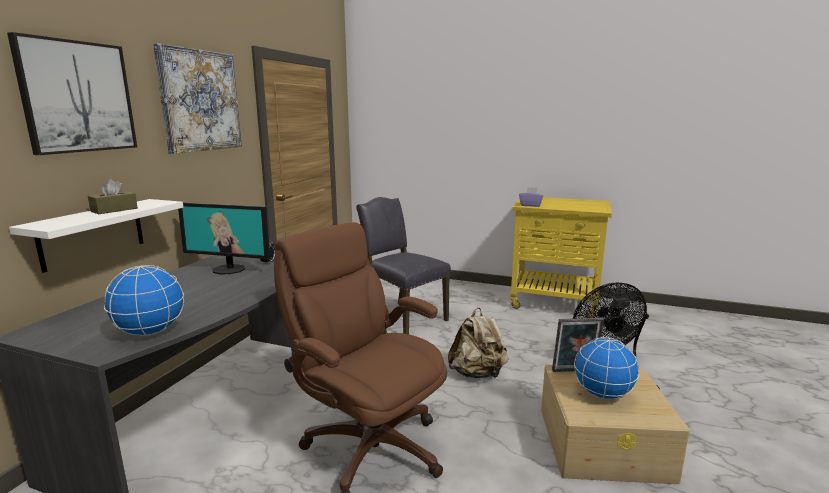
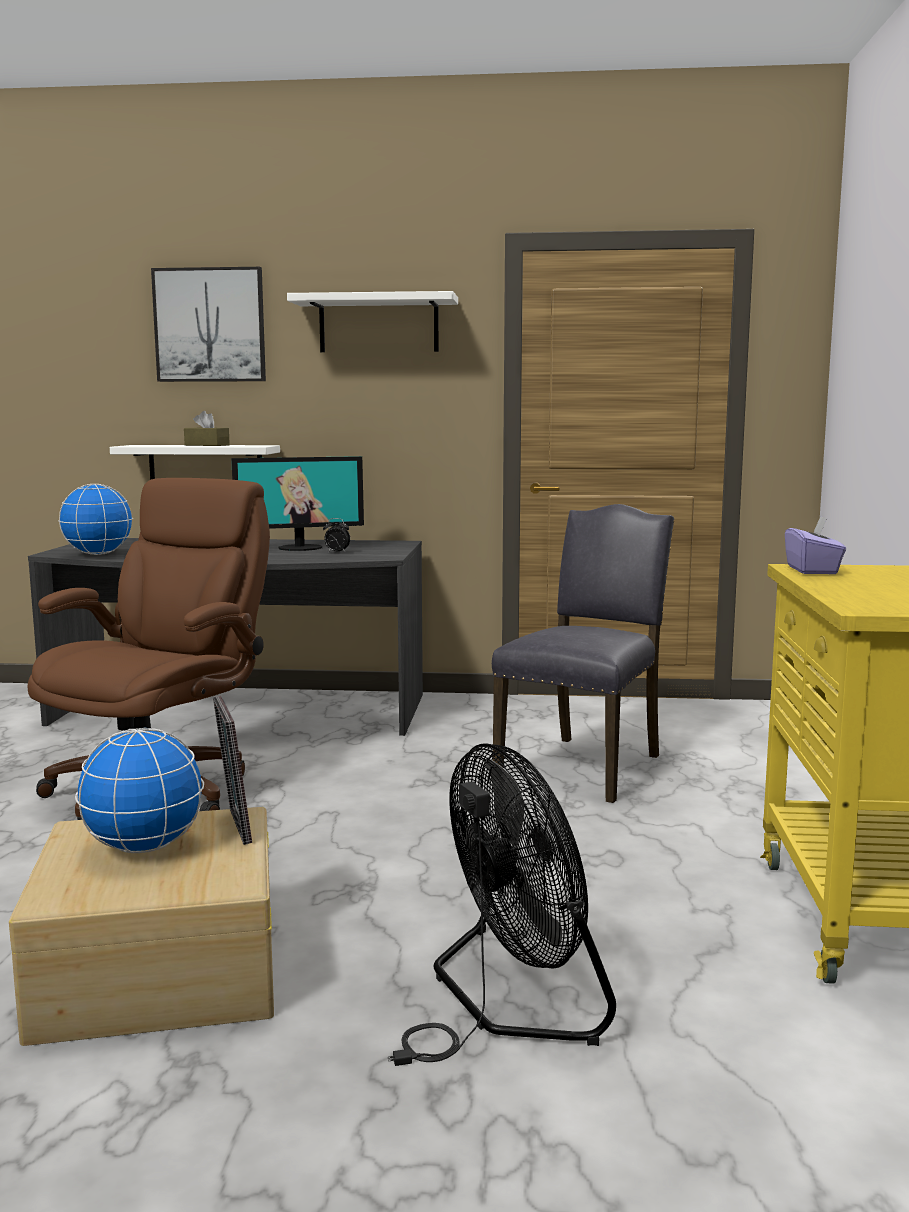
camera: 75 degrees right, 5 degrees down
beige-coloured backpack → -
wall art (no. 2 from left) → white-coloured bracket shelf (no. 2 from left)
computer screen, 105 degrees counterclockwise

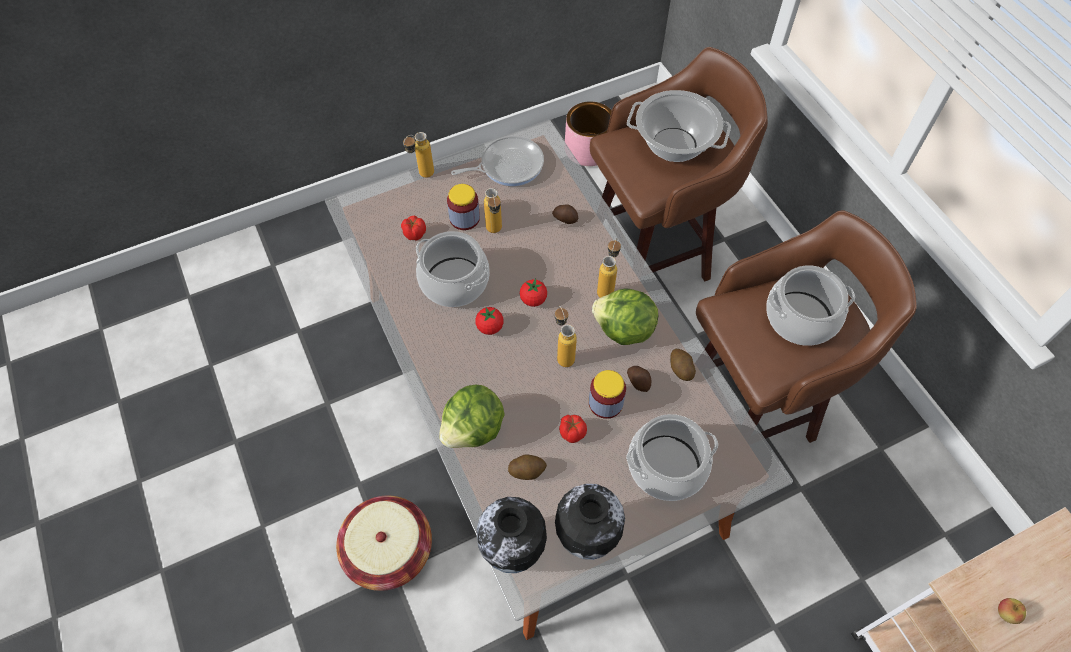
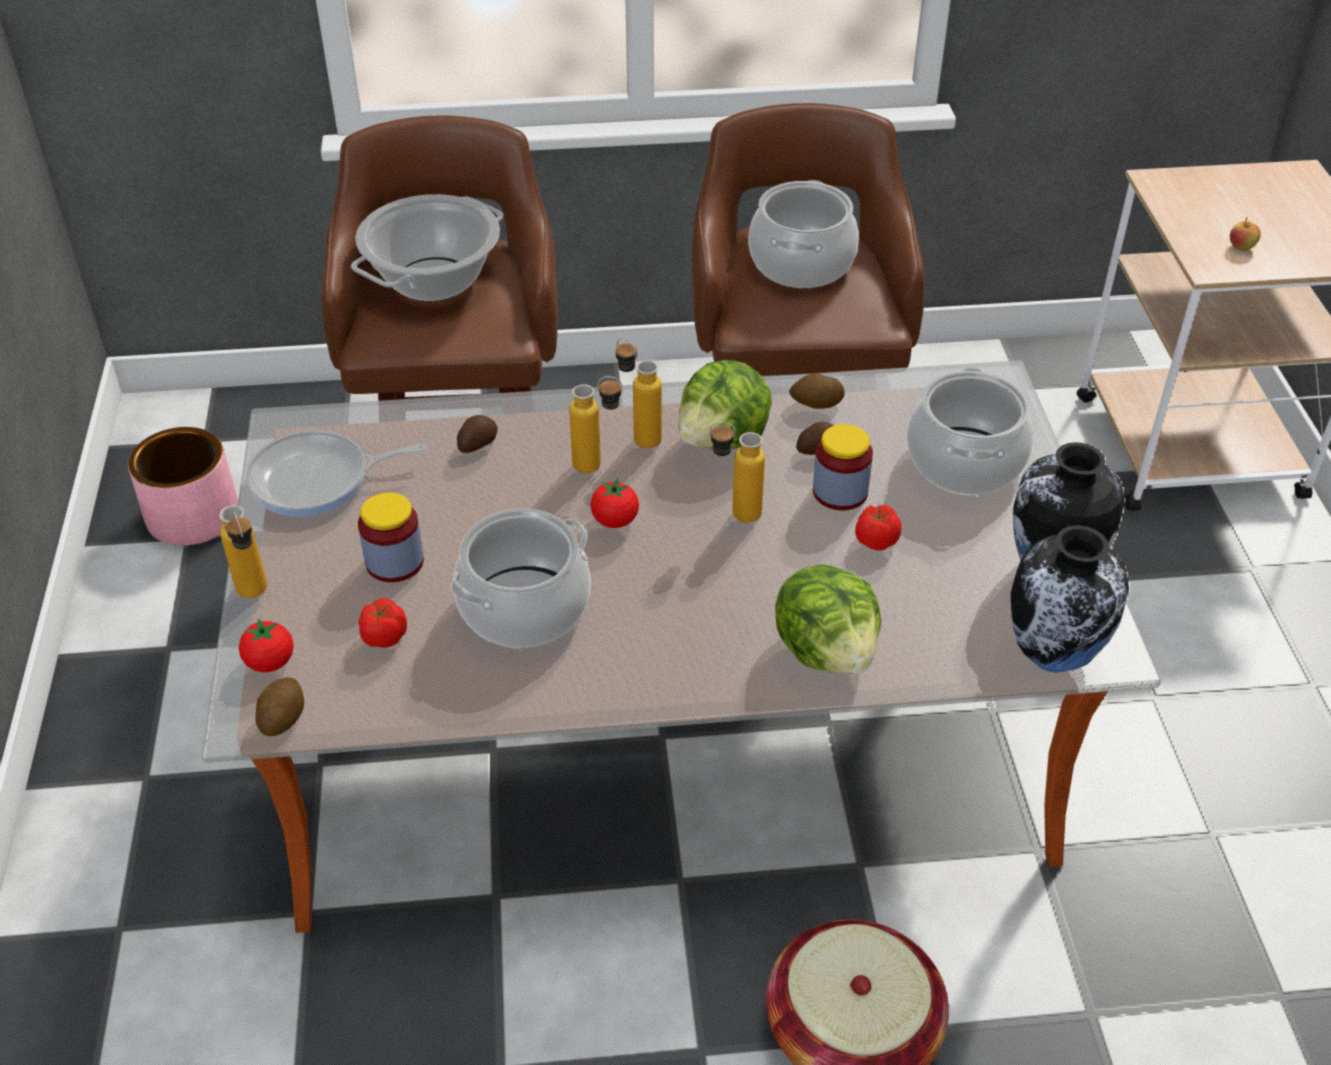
camera: 70 degrees left, 15 degrees down
fresh tomato (no. 2 from left in the first image) → fresh tomato (no. 1 from left), relocated
bottle (no. 2 from left), relocated
spud (no. 1 from left), relocated
pan, 105 degrees counterclockwise

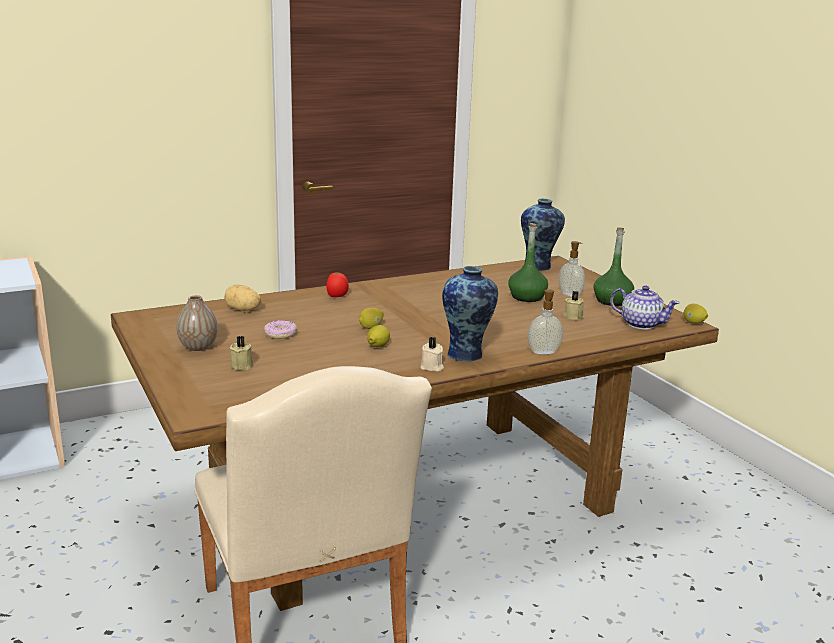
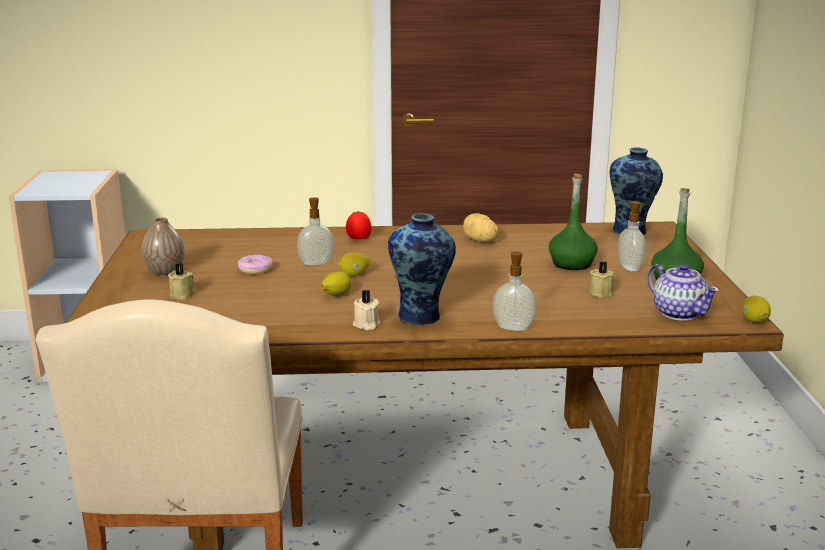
camera: 25 degrees right, 0 degrees up
- → liquid soap bottle (no. 1 from left)
spud, relocated

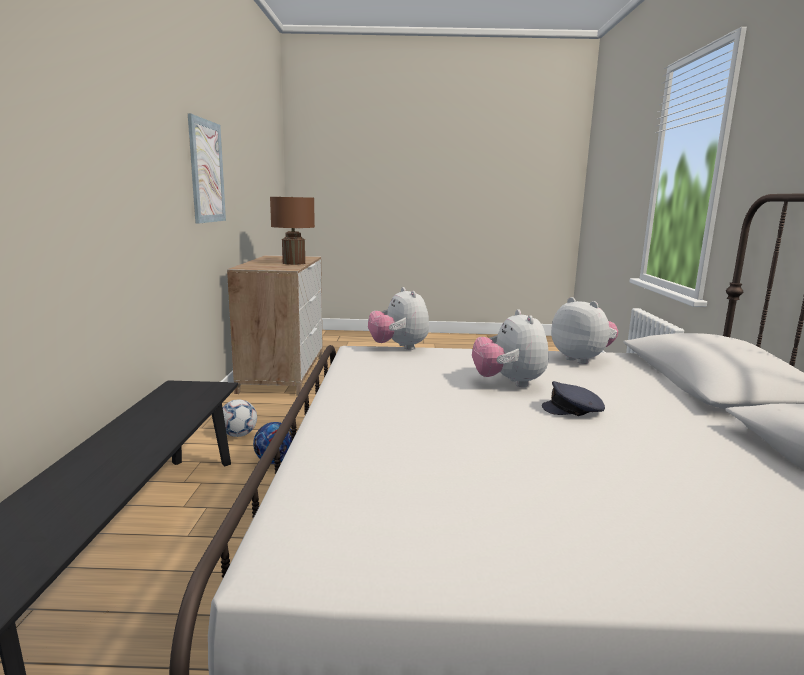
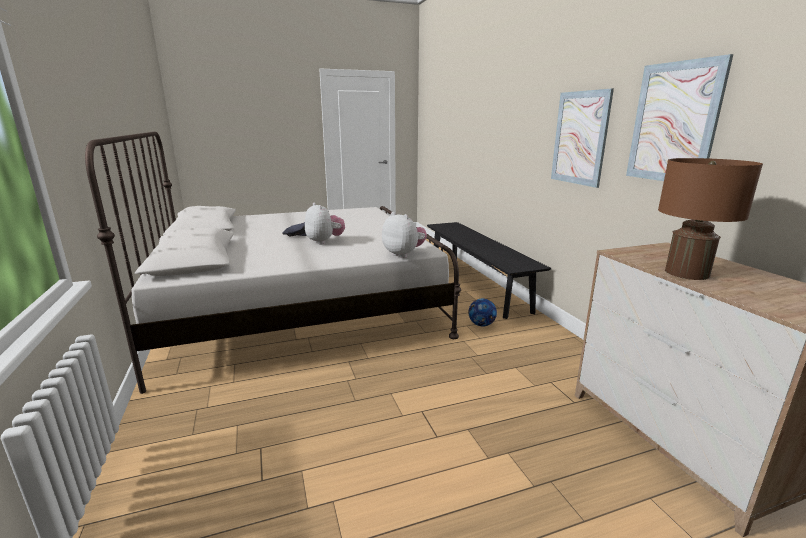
camera: 160 degrees right, 5 degrees up
football ball (no. 1 from left) → -
plush toy (no. 3 from left) → -
- → wall art (no. 1 from left)

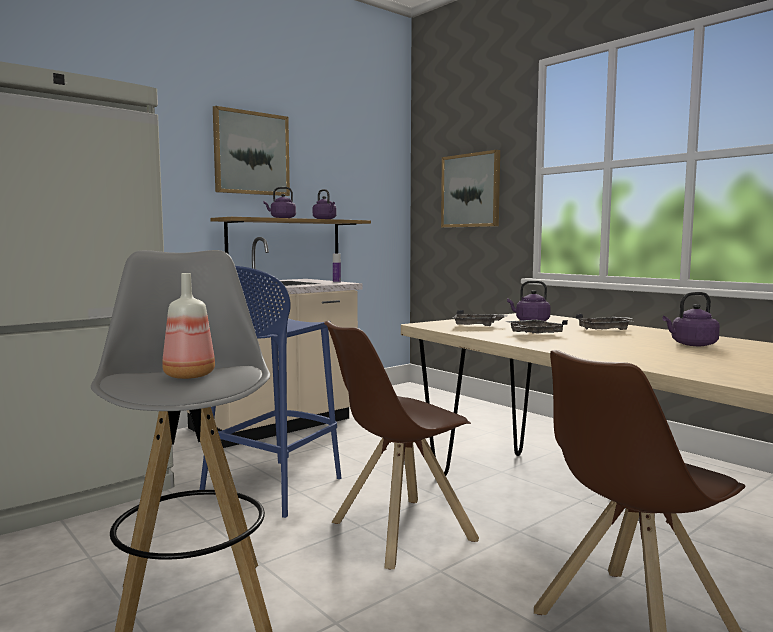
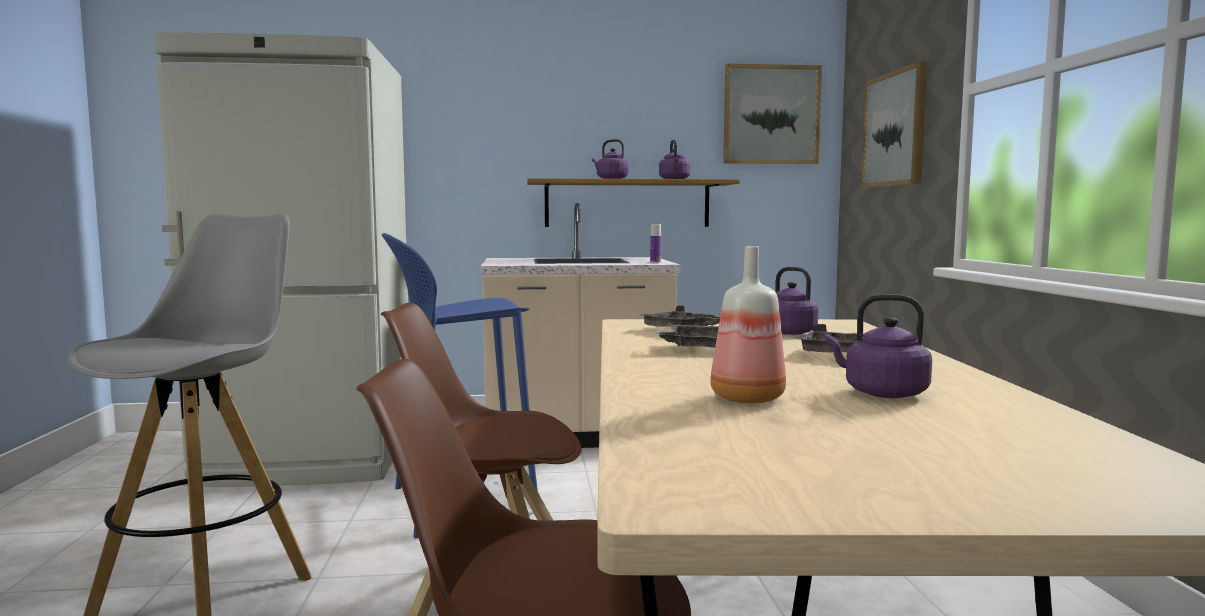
camera: 35 degrees right, 0 degrees up
bottle (no. 1 from left in the first image) → bottle (no. 2 from left), relocated
wall art (no. 1 from left), relocated

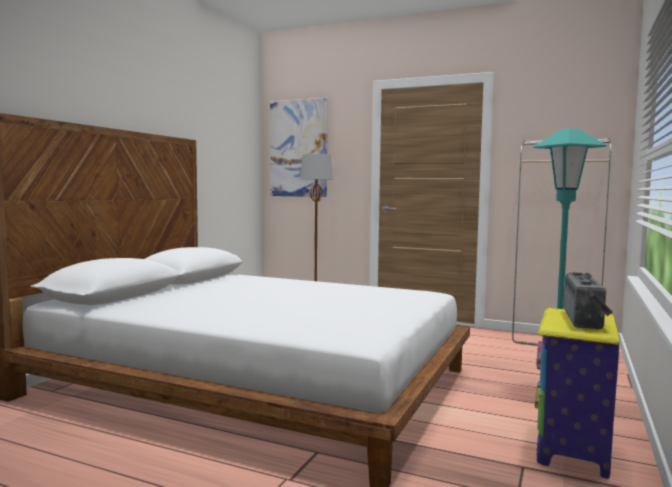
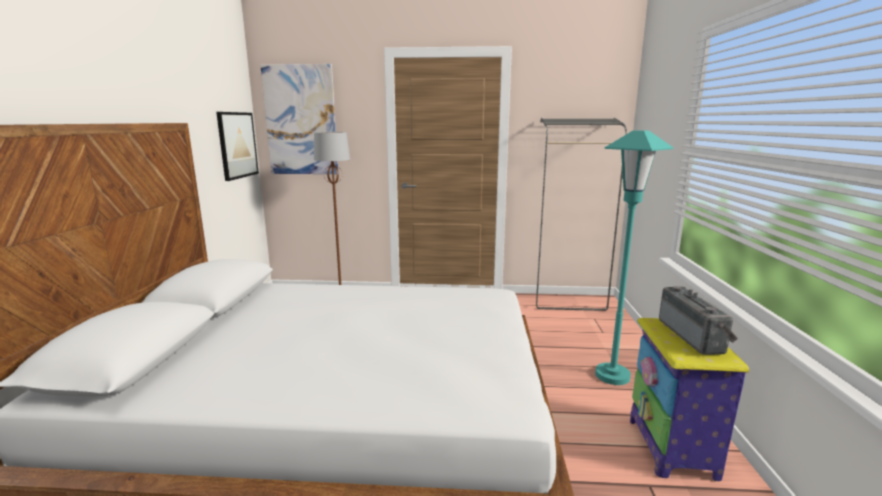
camera: 20 degrees left, 10 degrees up
- → wall art (no. 1 from left)

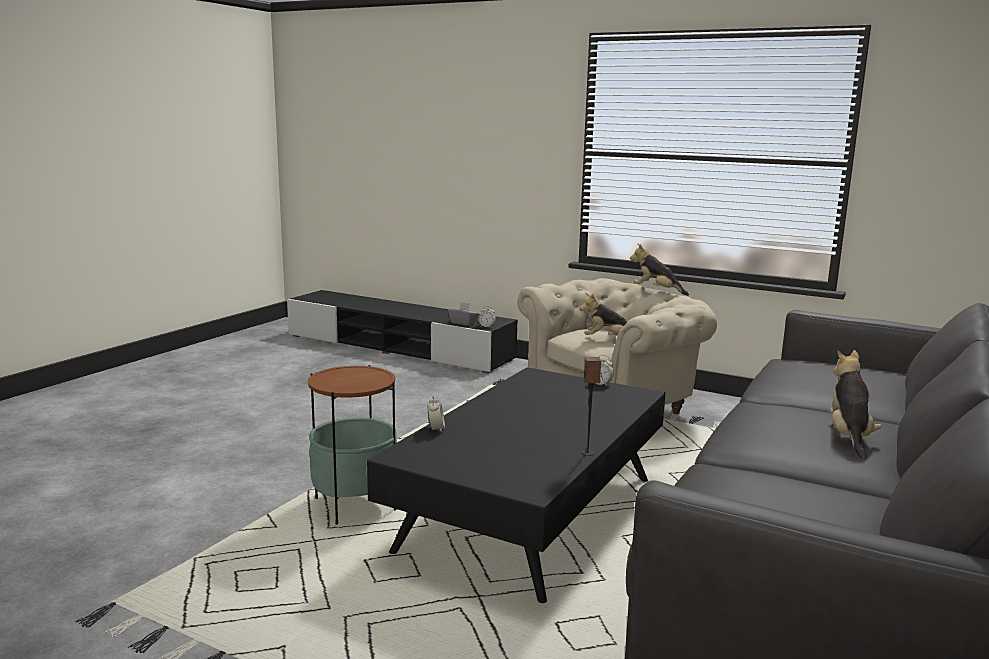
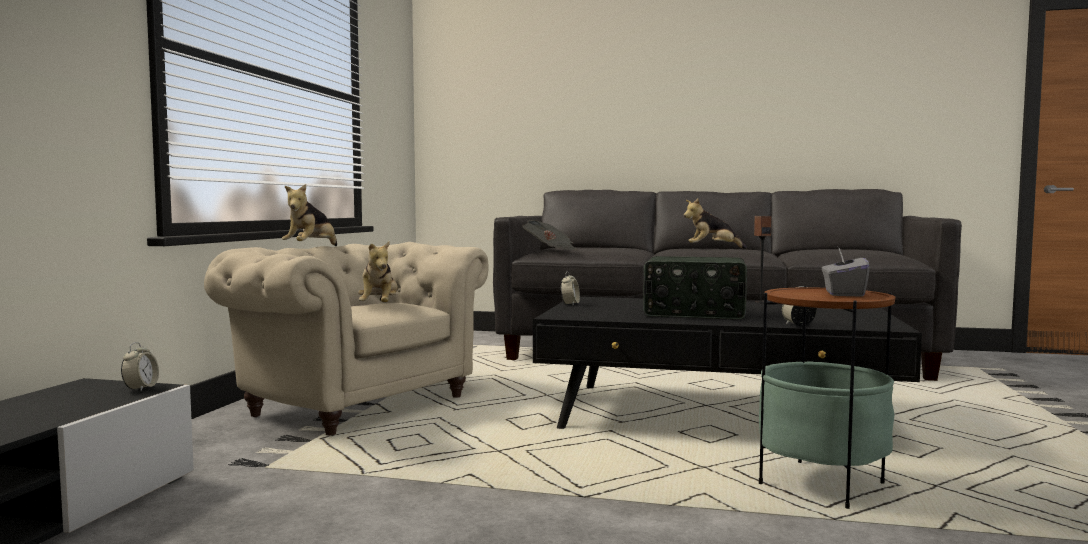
camera: 105 degrees left, 10 degrees down
- → newspaper
- → radio receiver
gray tissue holder, relocated

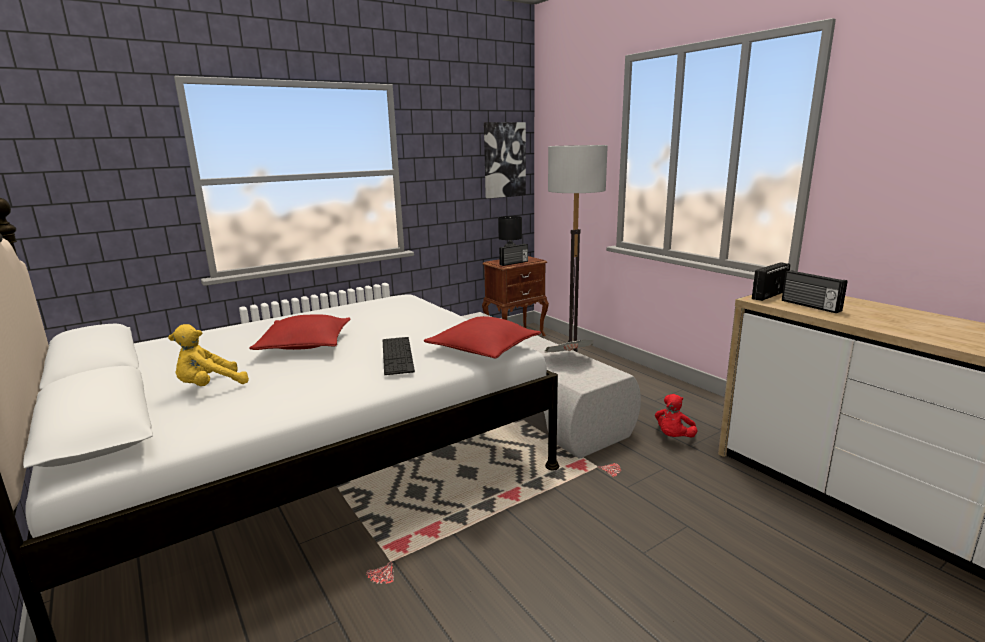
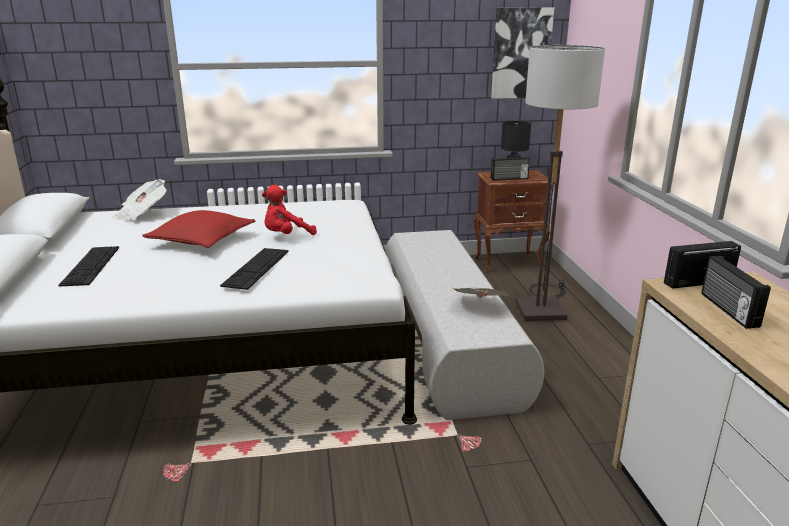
camera: 25 degrees right, 5 degrees up
red-coloured cushion (no. 2 from left) → -
- → newspaper (no. 1 from left)
red-coloured plush toy, relocated
yellow-coloured plush toy → keyboard (no. 1 from left)

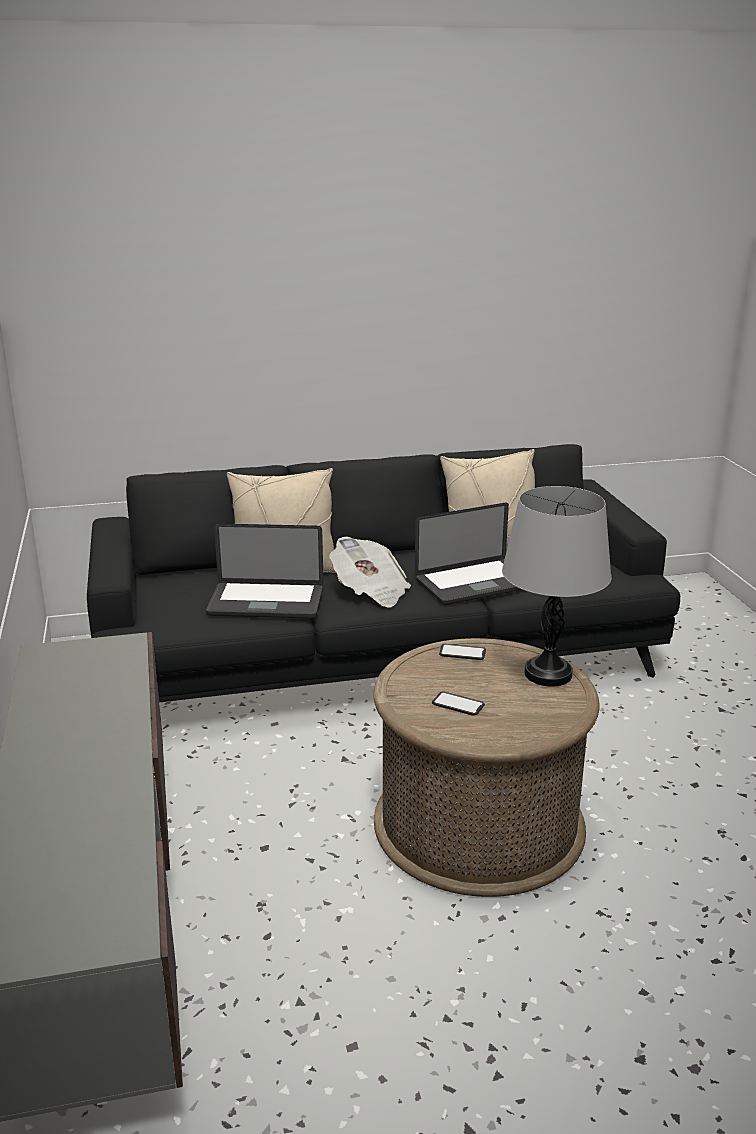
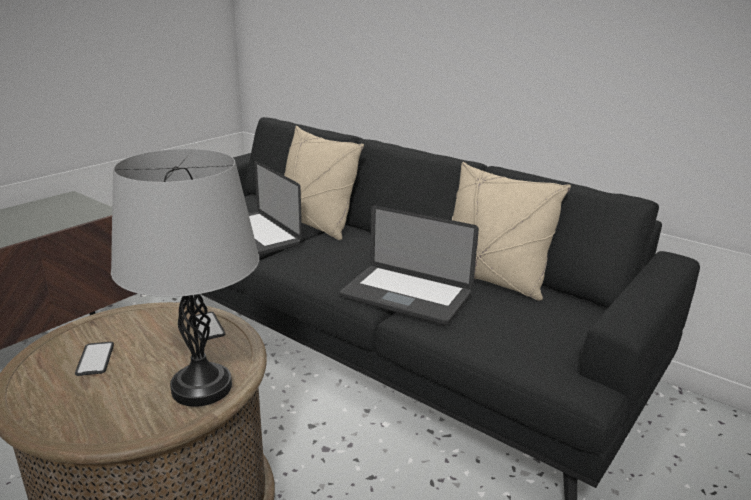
camera: 50 degrees right, 0 degrees up
newspaper → -

